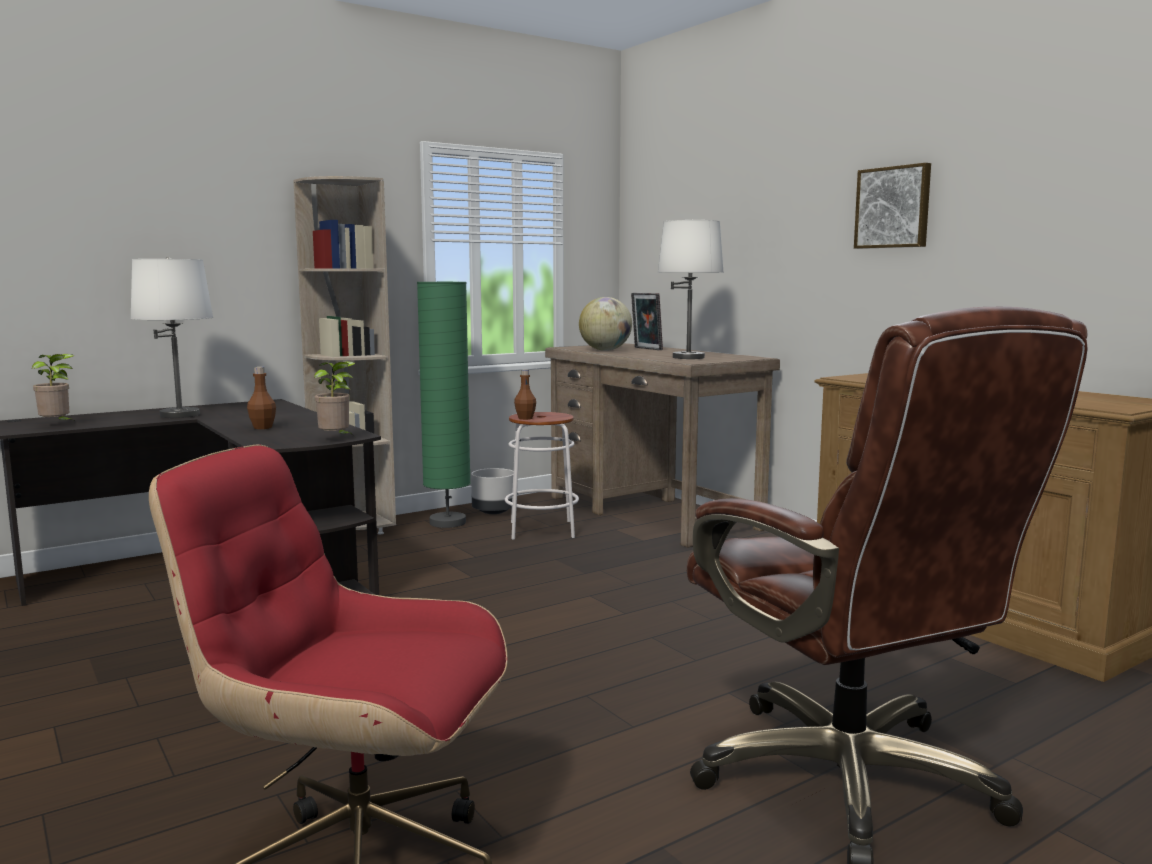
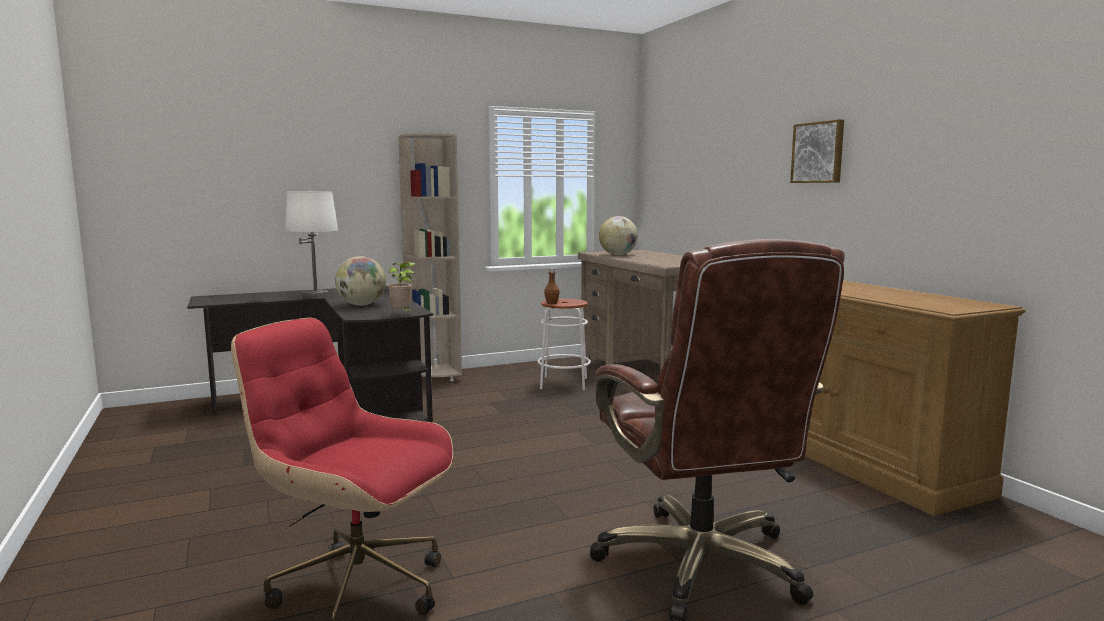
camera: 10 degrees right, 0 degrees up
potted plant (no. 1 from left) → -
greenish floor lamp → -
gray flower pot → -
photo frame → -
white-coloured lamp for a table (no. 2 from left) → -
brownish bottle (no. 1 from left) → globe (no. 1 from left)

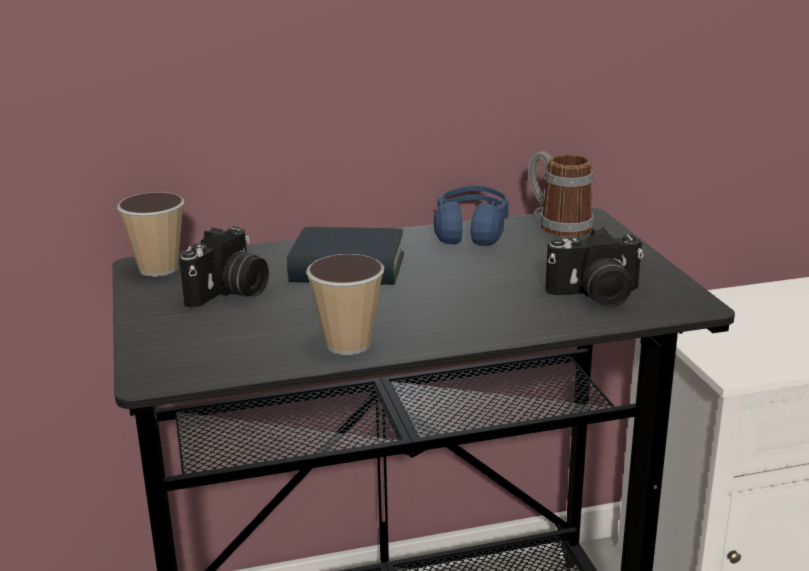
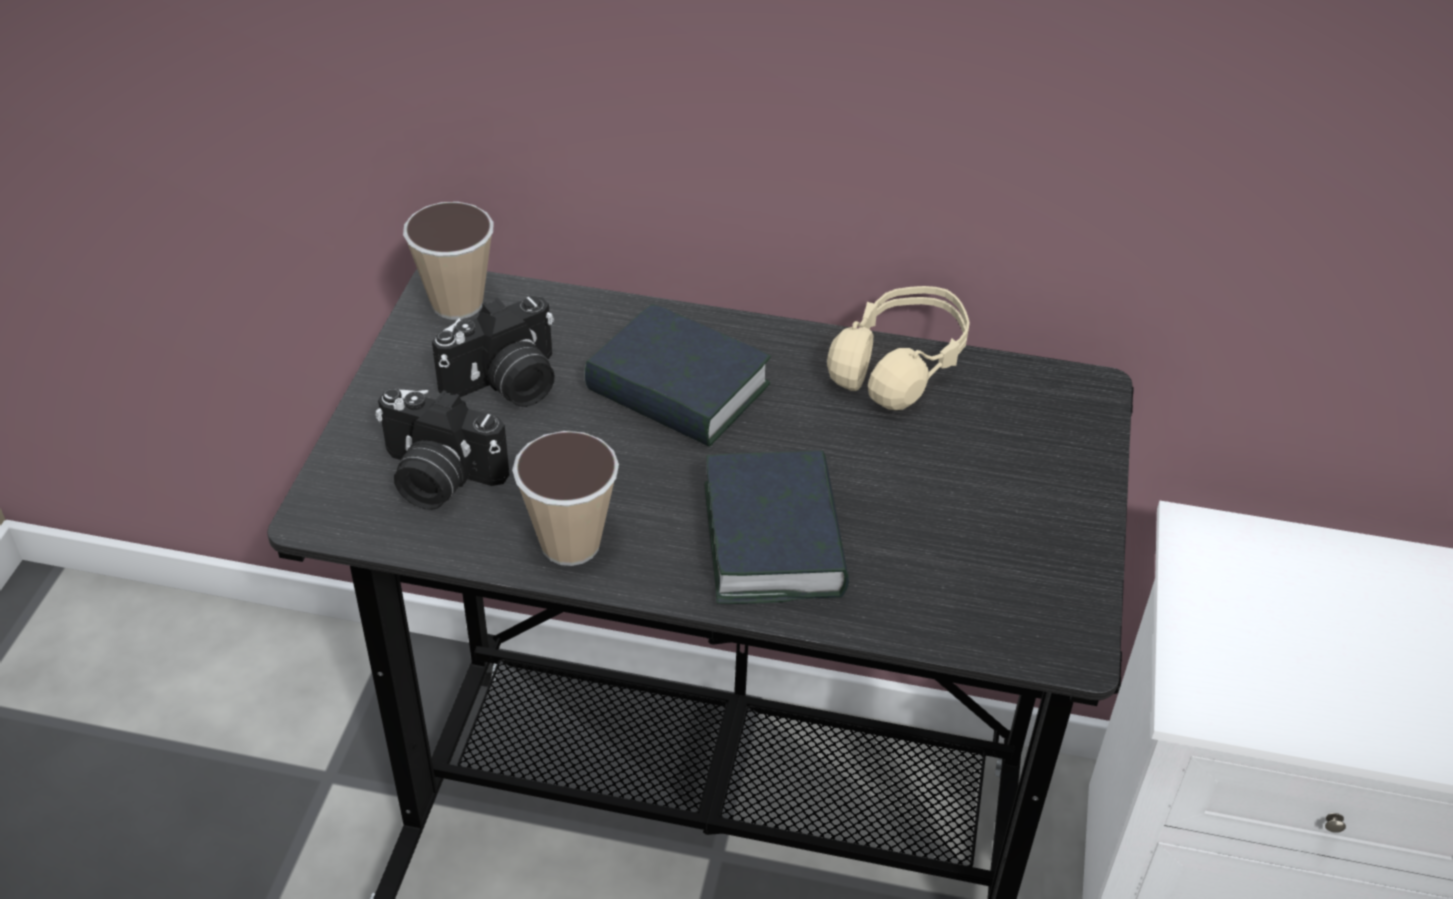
camera: 25 degrees right, 20 degrees up
mug → -
- → book (no. 2 from left)
photo camera (no. 2 from left in the first image) → photo camera (no. 1 from left), relocated
bluish headset → beige-coloured headset

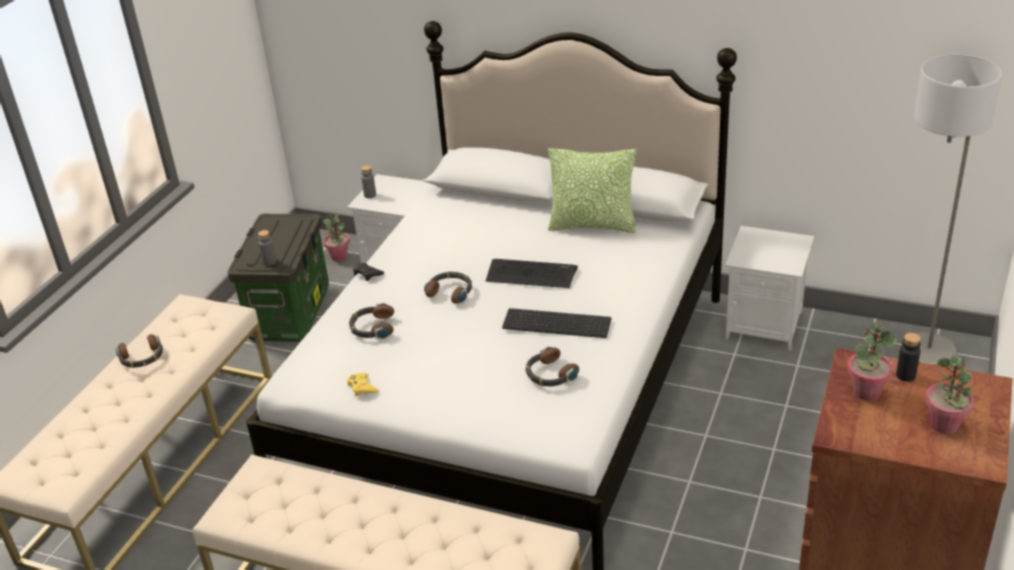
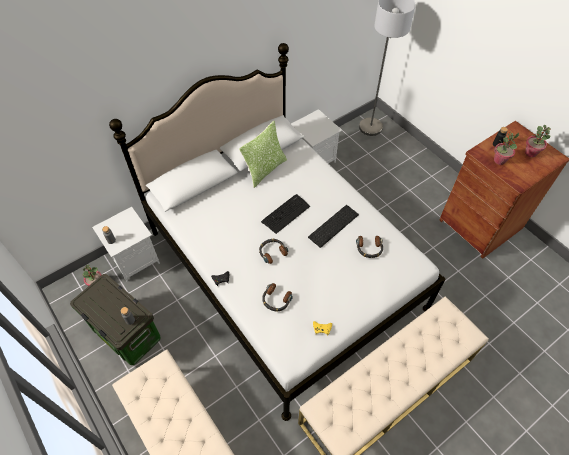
camera: 60 degrees left, 20 degrees up
headset (no. 1 from left) → -

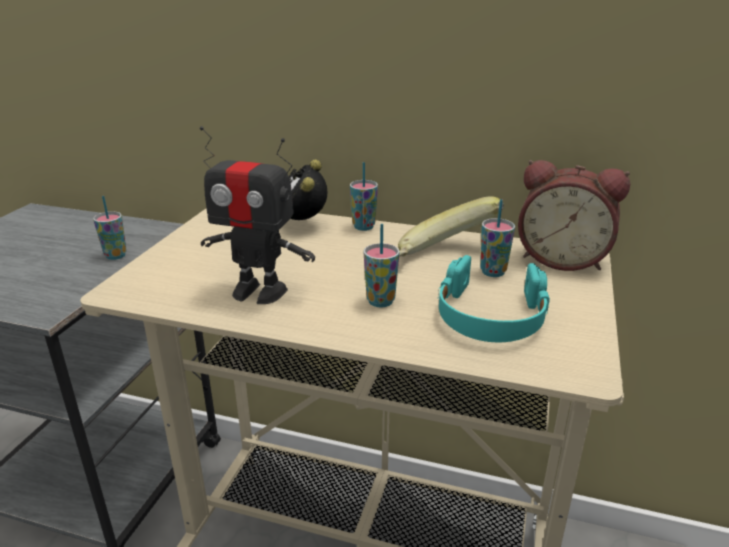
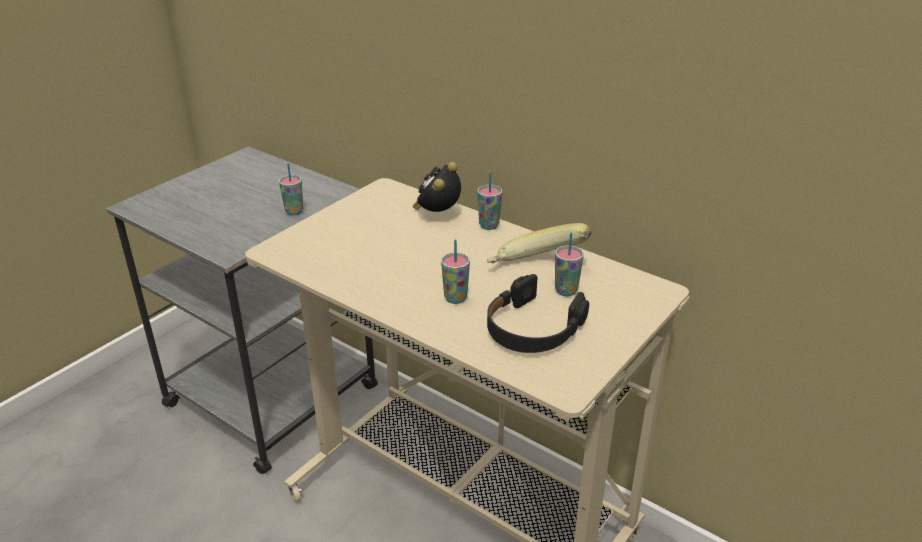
camera: 20 degrees right, 5 degrees up
model robot → -
bedside clock (no. 2 from left) → -
turquoise headset → blackish headset

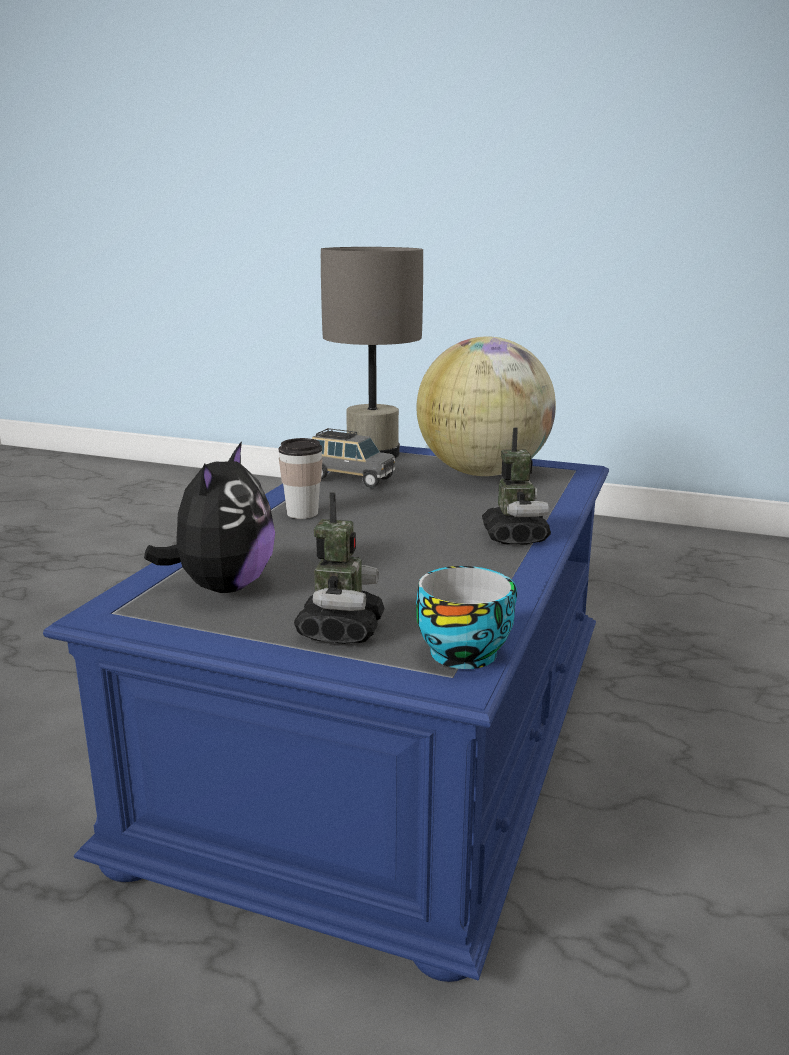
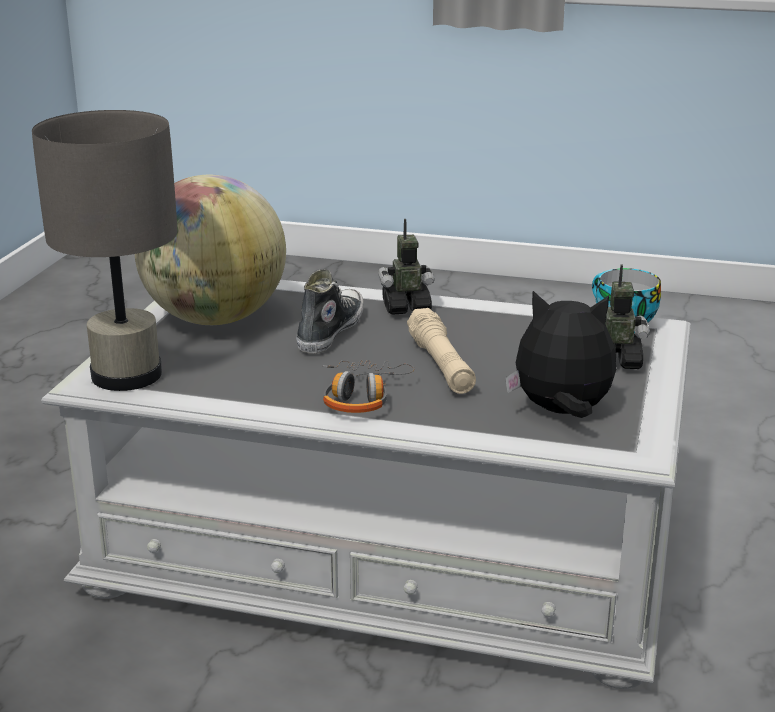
camera: 95 degrees left, 5 degrees up
gray miniature car → -
- → item of footwear
- → beige-coloured hand torch
drinking cup (no. 1 from left) → headset
bluish coffee table → white-coloured coffee table

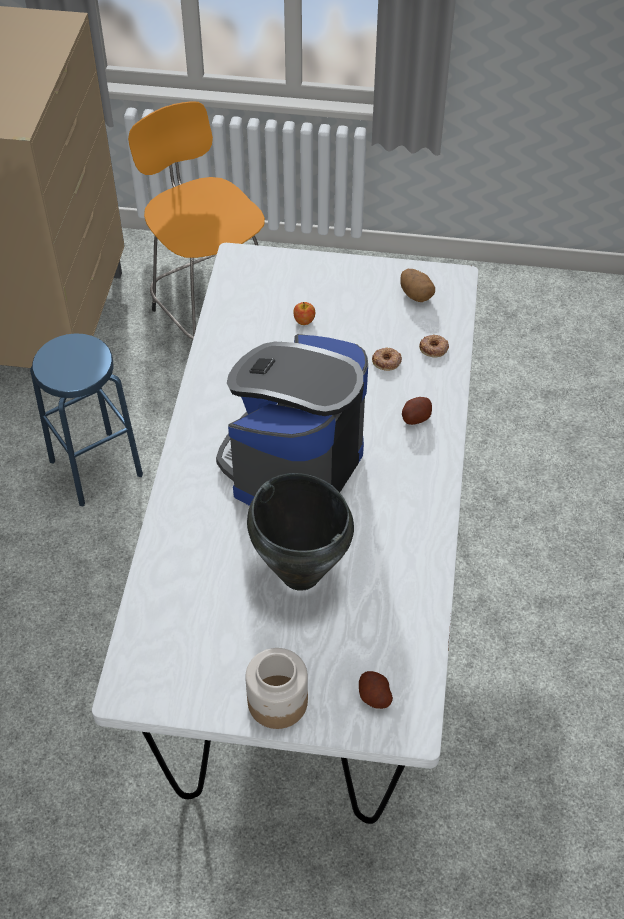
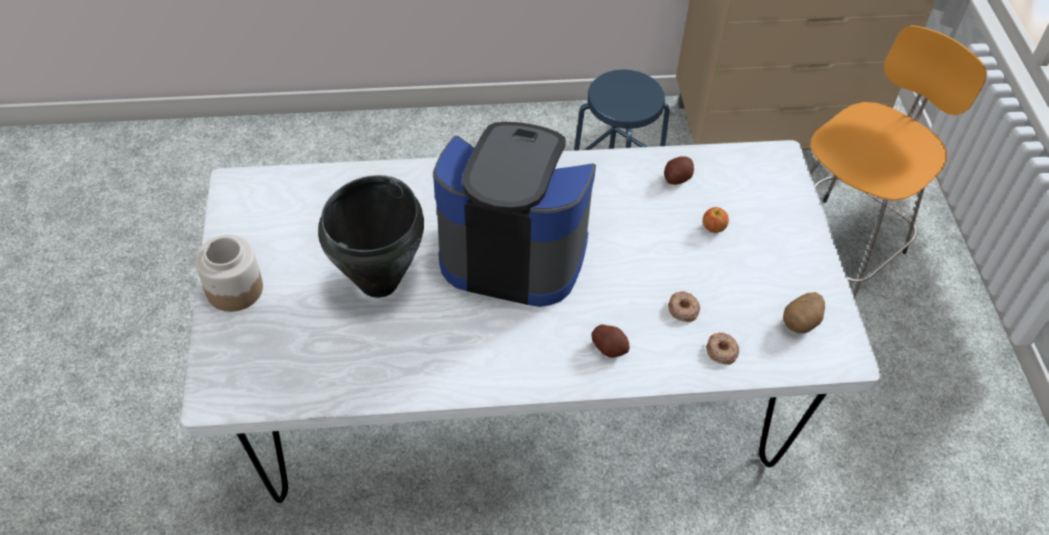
camera: 75 degrees right, 0 degrees up
spud (no. 1 from left in the first image) → spud (no. 2 from left), relocated

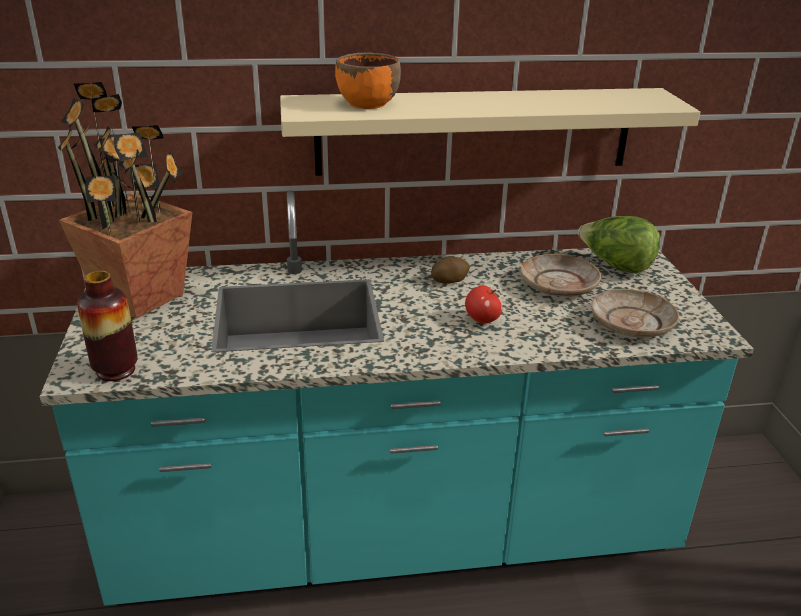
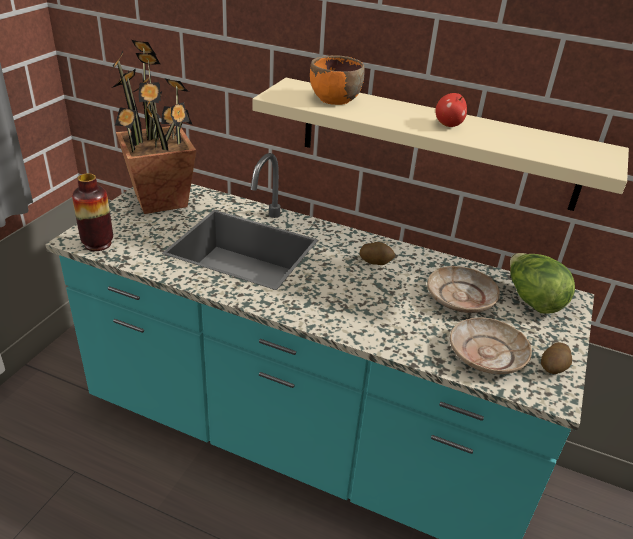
camera: 30 degrees right, 5 degrees up
- → spud (no. 2 from left)
apple, relocated

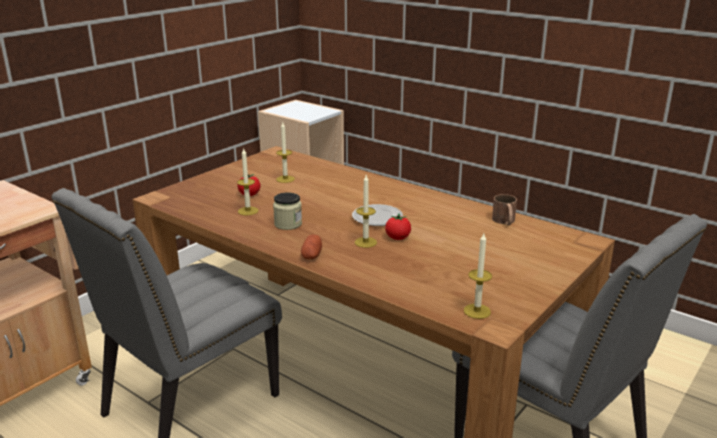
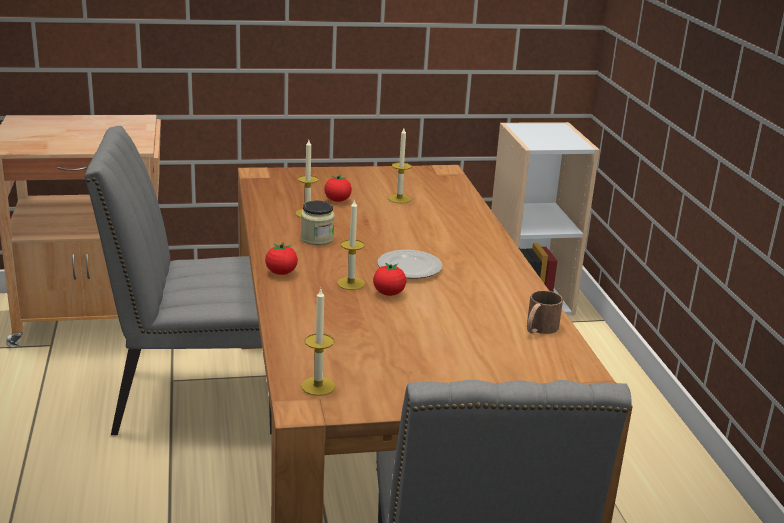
camera: 40 degrees right, 0 degrees up
spud → fresh tomato (no. 1 from left)

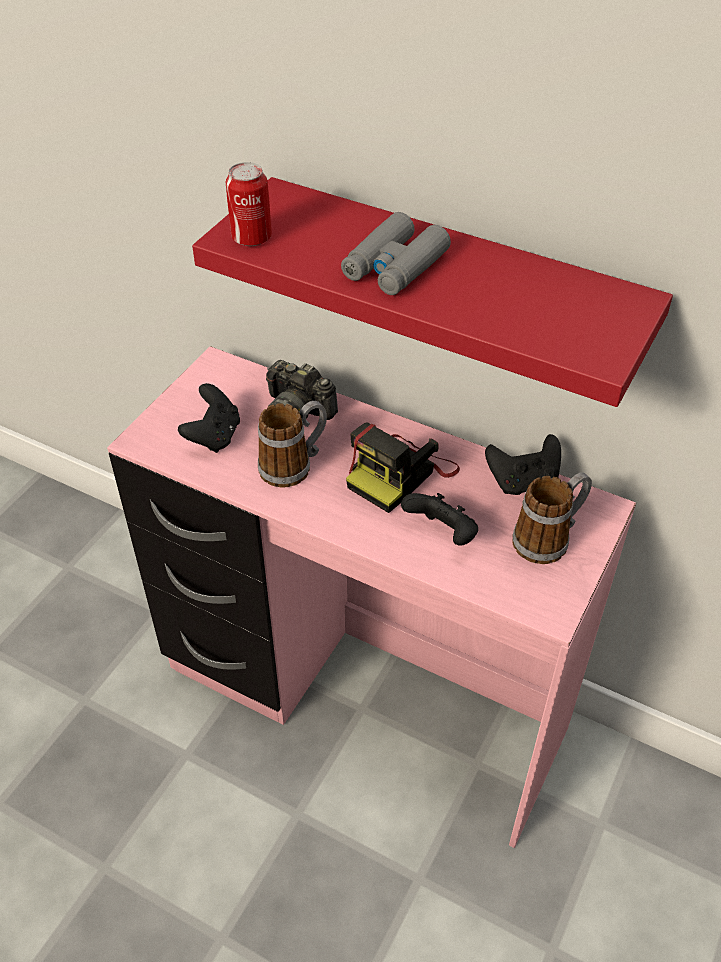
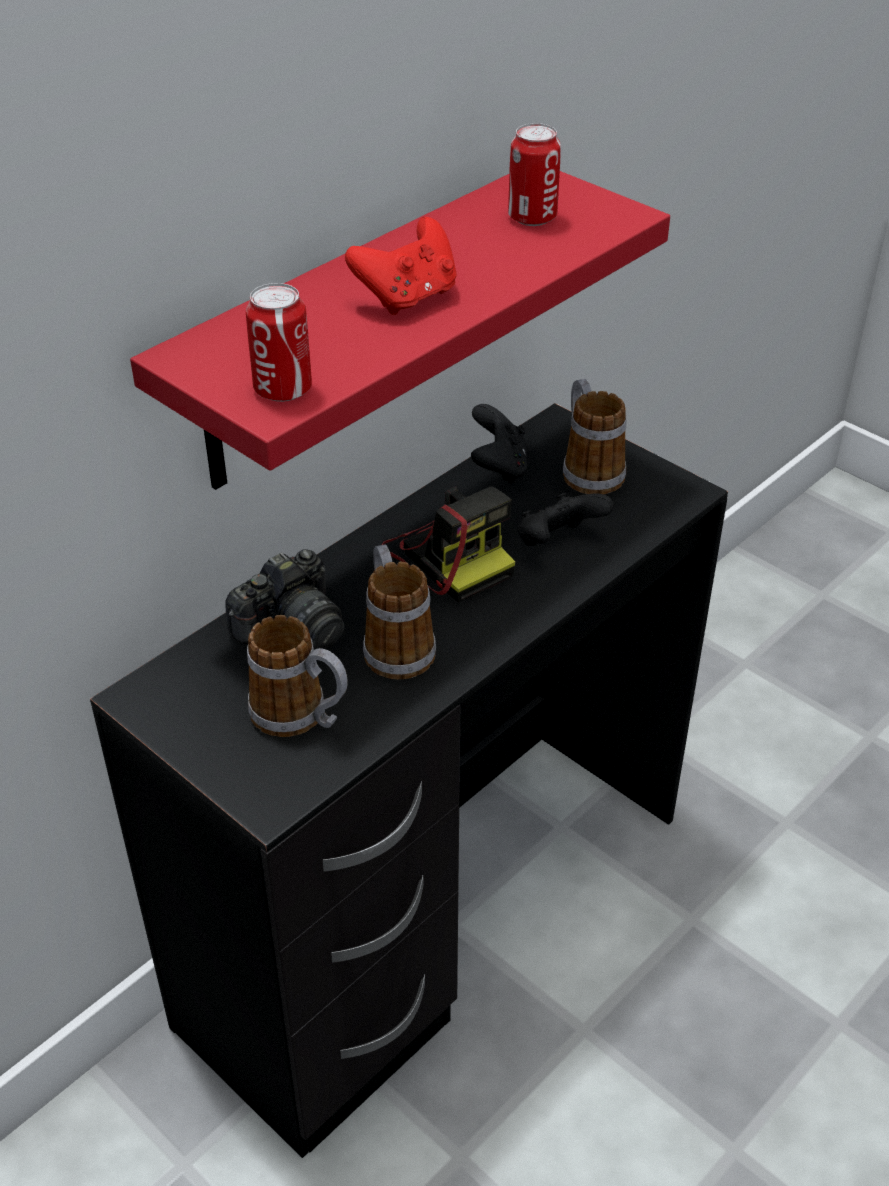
camera: 75 degrees left, 5 degrees down
- → metal can (no. 2 from left)
blackish joypad (no. 1 from left) → mug (no. 1 from left)
gray field glasses → red-coloured joypad
pink desk table → blackish desk table

